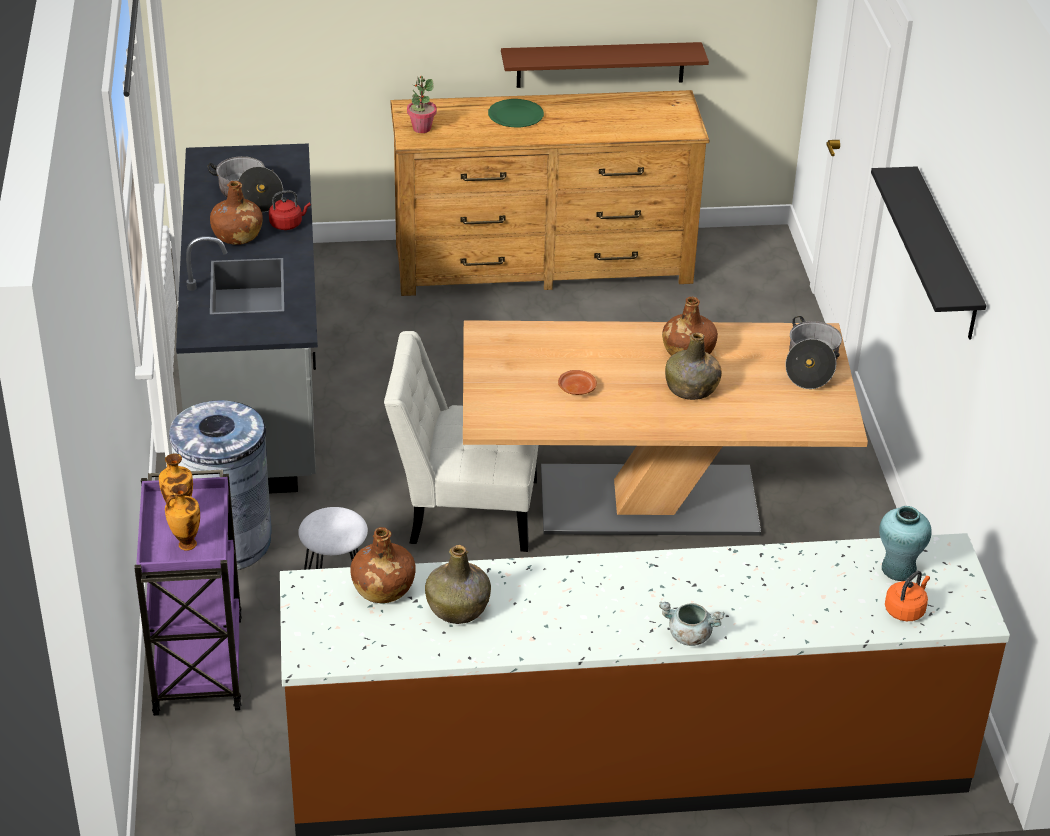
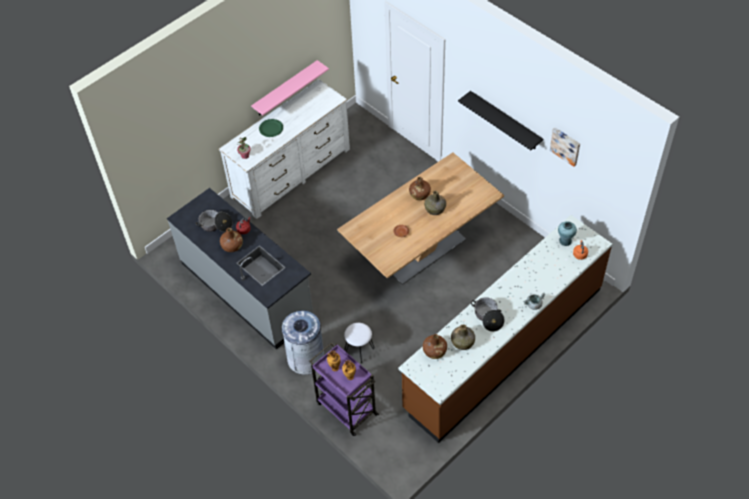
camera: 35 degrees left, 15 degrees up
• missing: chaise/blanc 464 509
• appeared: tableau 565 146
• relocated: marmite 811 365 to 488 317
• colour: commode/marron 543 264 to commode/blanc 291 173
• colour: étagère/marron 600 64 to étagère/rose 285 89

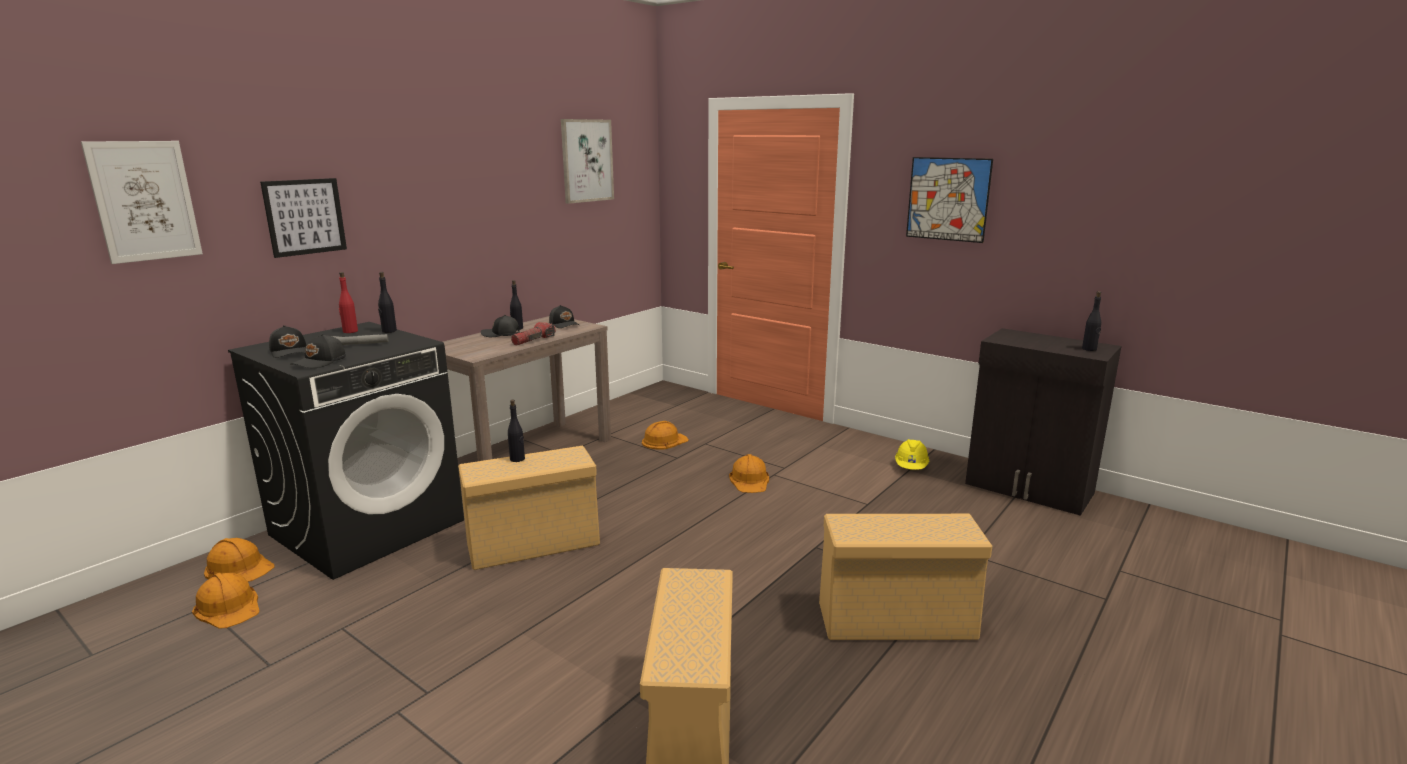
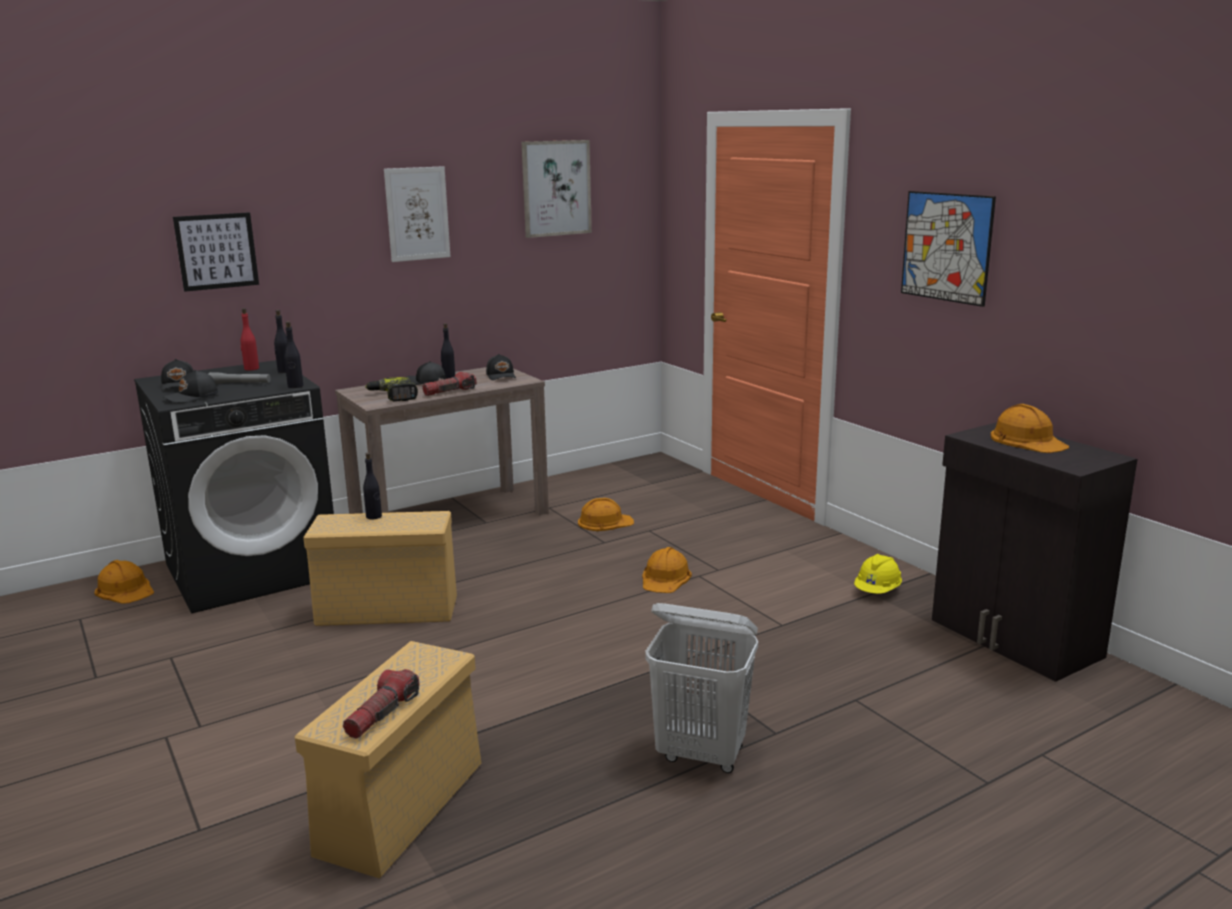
camera: 20 degrees right, 0 degrees up
• appeared: lampe de poche 382 714
• appeared: perceuse 393 396
• relocated: tableau 144 201 to 417 214
• relocated: casque de chantier/orange 228 606 to 1027 440
• relocated: bouteille/noir 1089 349 to 295 386
• exchanged: boîte de rangement/beige 898 620 to panier à linge/blanc 702 755

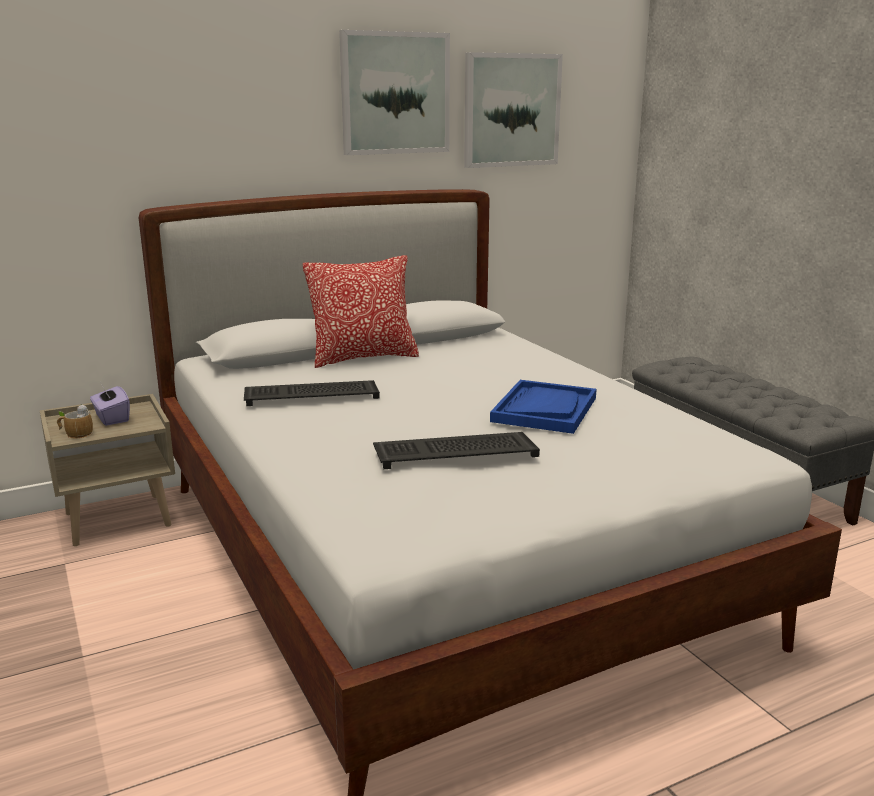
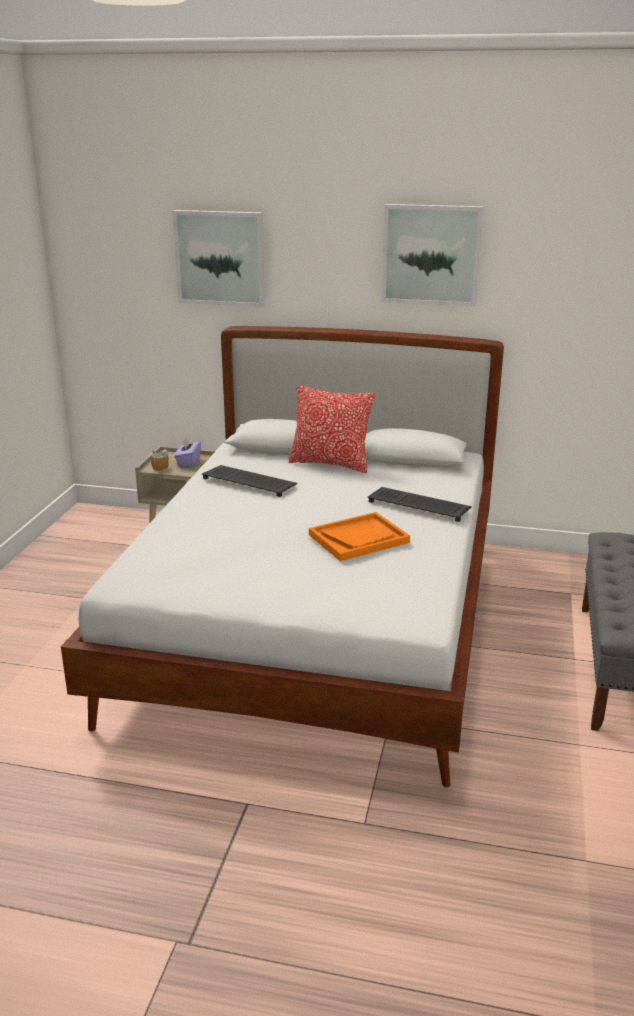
camera: 40 degrees right, 5 degrees up
• relocated: clavier 456 451 to 420 505
• relocated: tableau 511 110 to 220 258
• colour: plateau/bleu 544 409 to plateau/orange 359 538

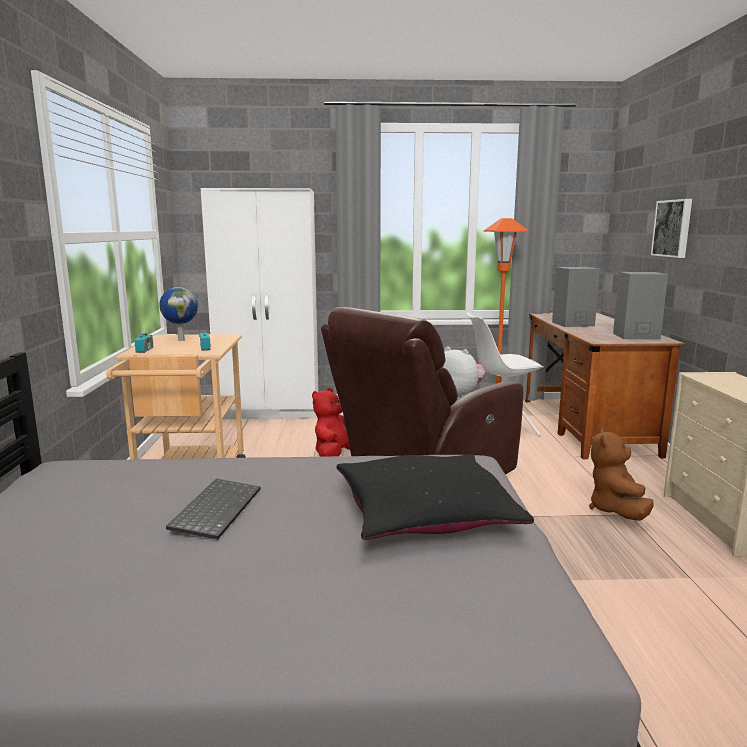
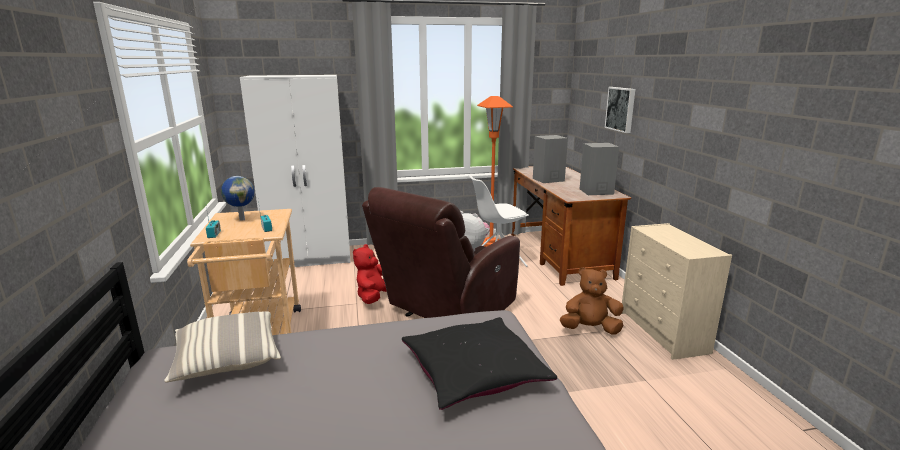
camera: 10 degrees left, 5 degrees up
• missing: clavier 215 509
• appeared: coussin 227 359
• spun: peluche/marron 616 510 = 590 329 90 degrees clockwise

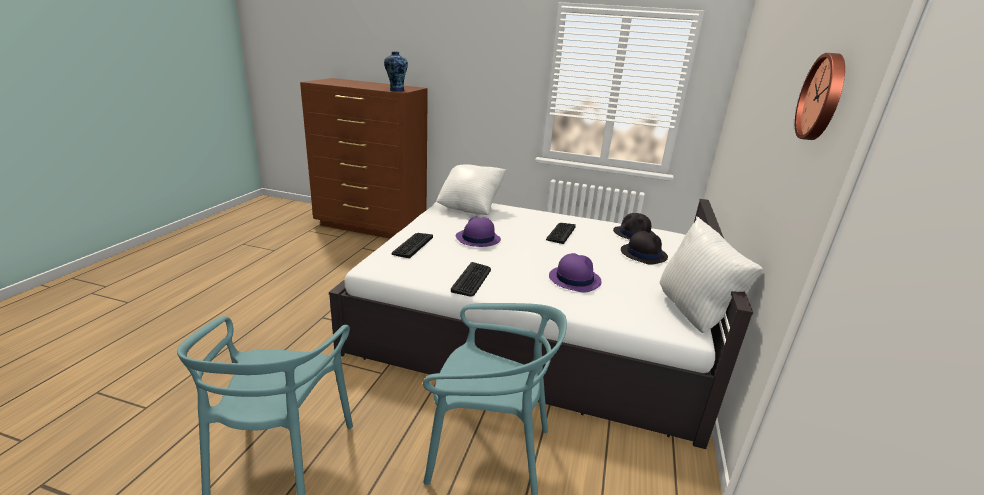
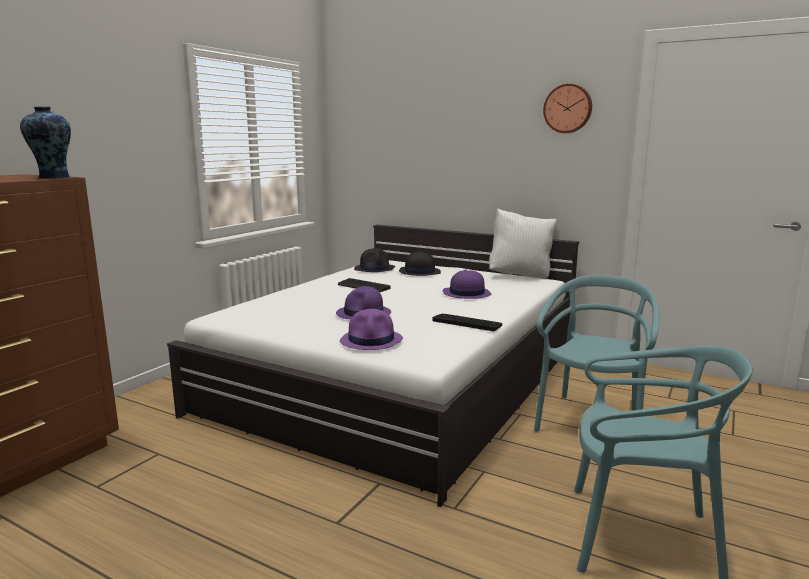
camera: 75 degrees left, 10 degrees down
• missing: coussin/blanc 470 207
• exchanged: clavier 412 245 to chapeau/violet 372 340

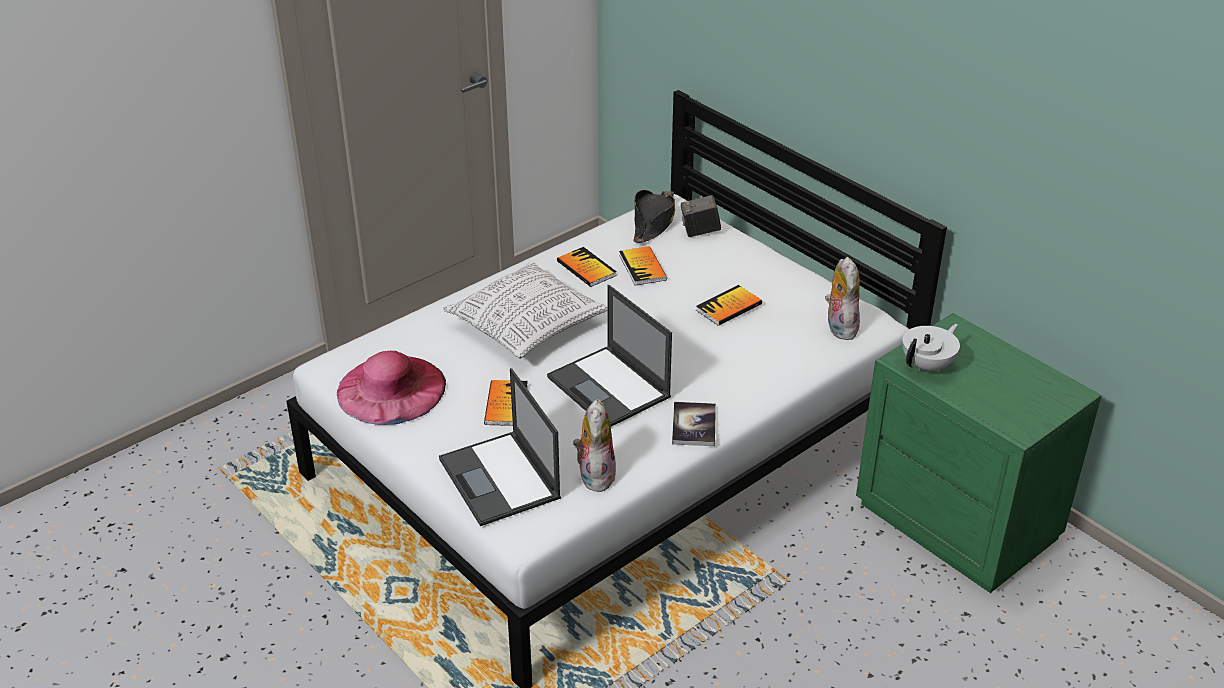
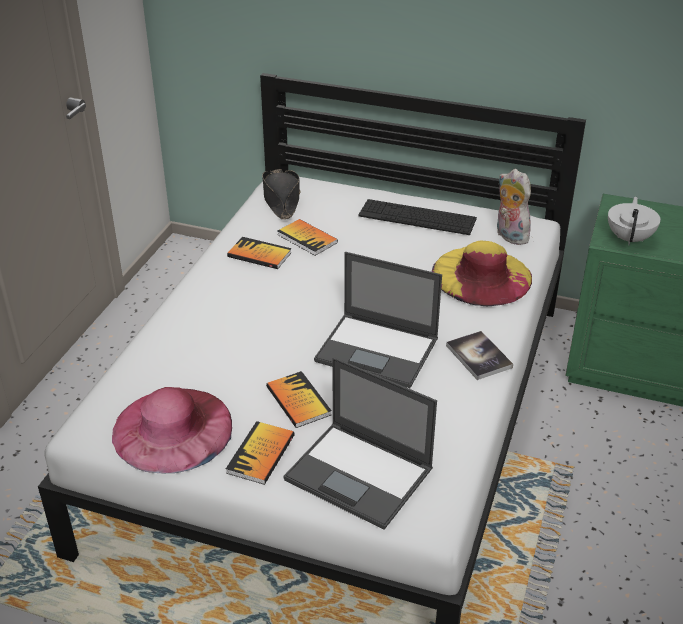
camera: 30 degrees left, 0 degrees up
• missing: coussin 526 326
• missing: peluche 594 474
• missing: appareil photo 700 231
• appeared: clavier 417 217
• appeared: chapeau/jaune 481 275
• relocated: livre 728 307 to 261 454

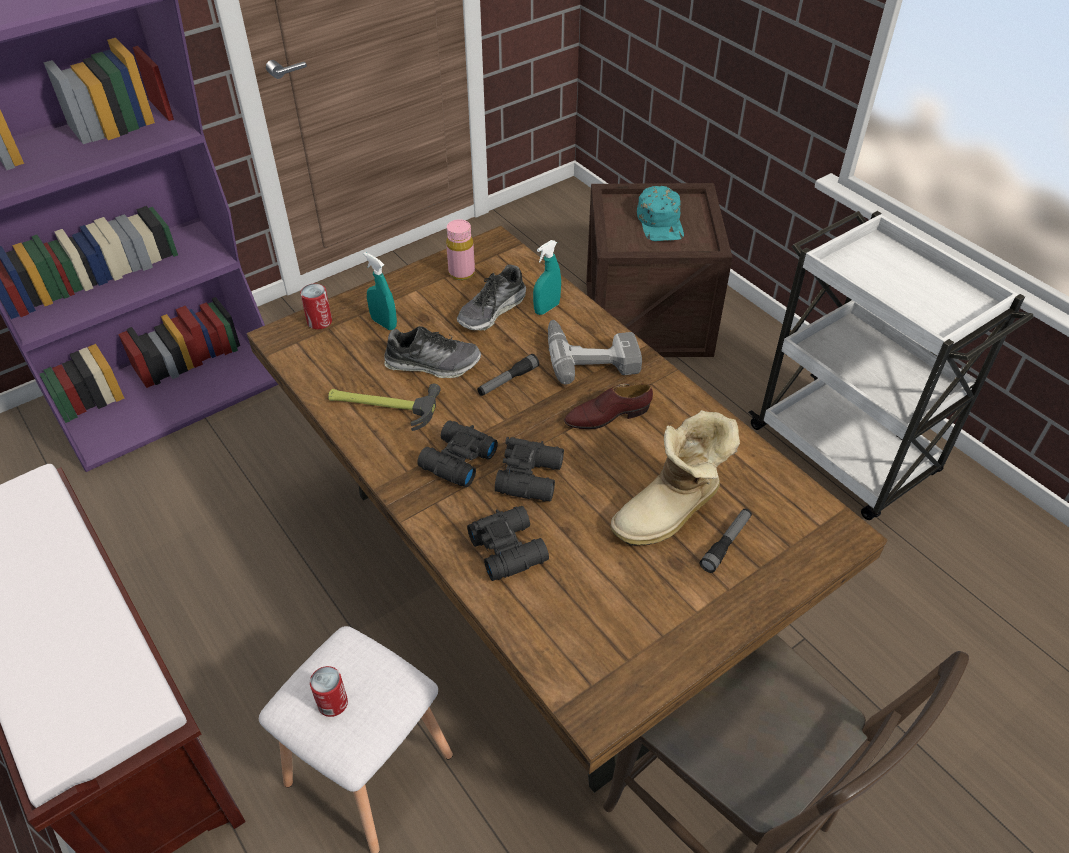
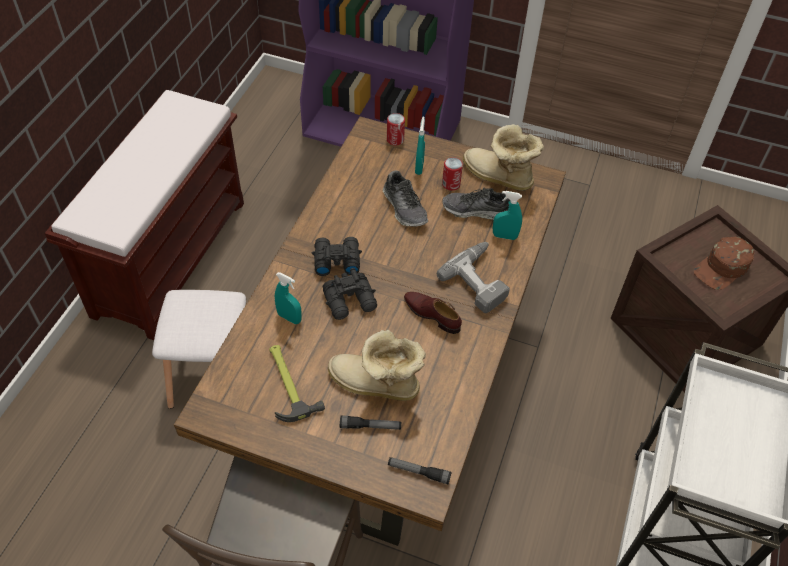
camera: 55 degrees right, 5 degrees up
• relocated: boîte métallique 332 703 to 451 184
• relocated: marteau 381 405 to 288 383
• relocated: lampe de poche 508 380 to 418 472
• exchanged: bouteille/rose 461 273 to botte 498 178
• exchanged: jumelles/noir 509 548 to vaporisateur/turquoise 289 318
• colour: casquette/turquoise 661 222 to casquette/marron 722 268

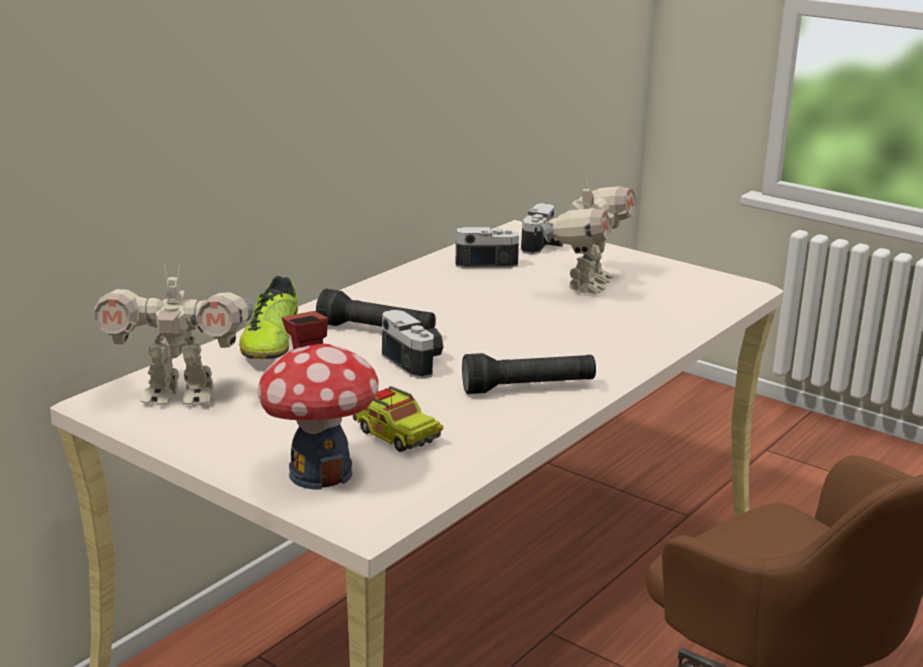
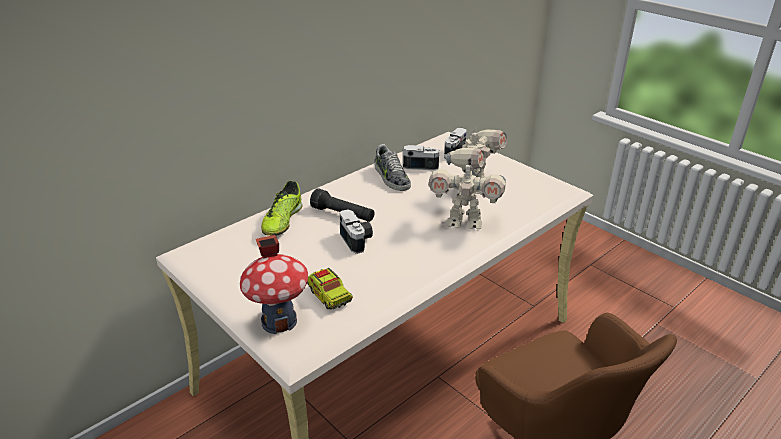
camera: 10 degrees right, 10 degrees up
• missing: lampe de poche/noir 528 388
• appeared: chaussure 391 178
• relocated: robot jouet 180 396 to 464 222

